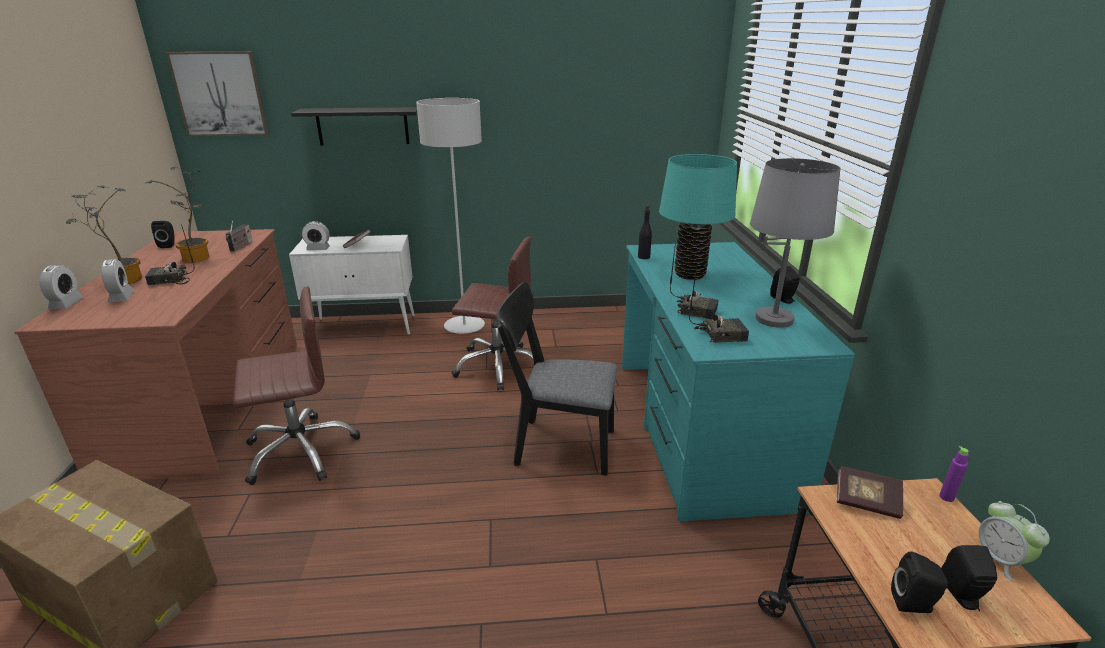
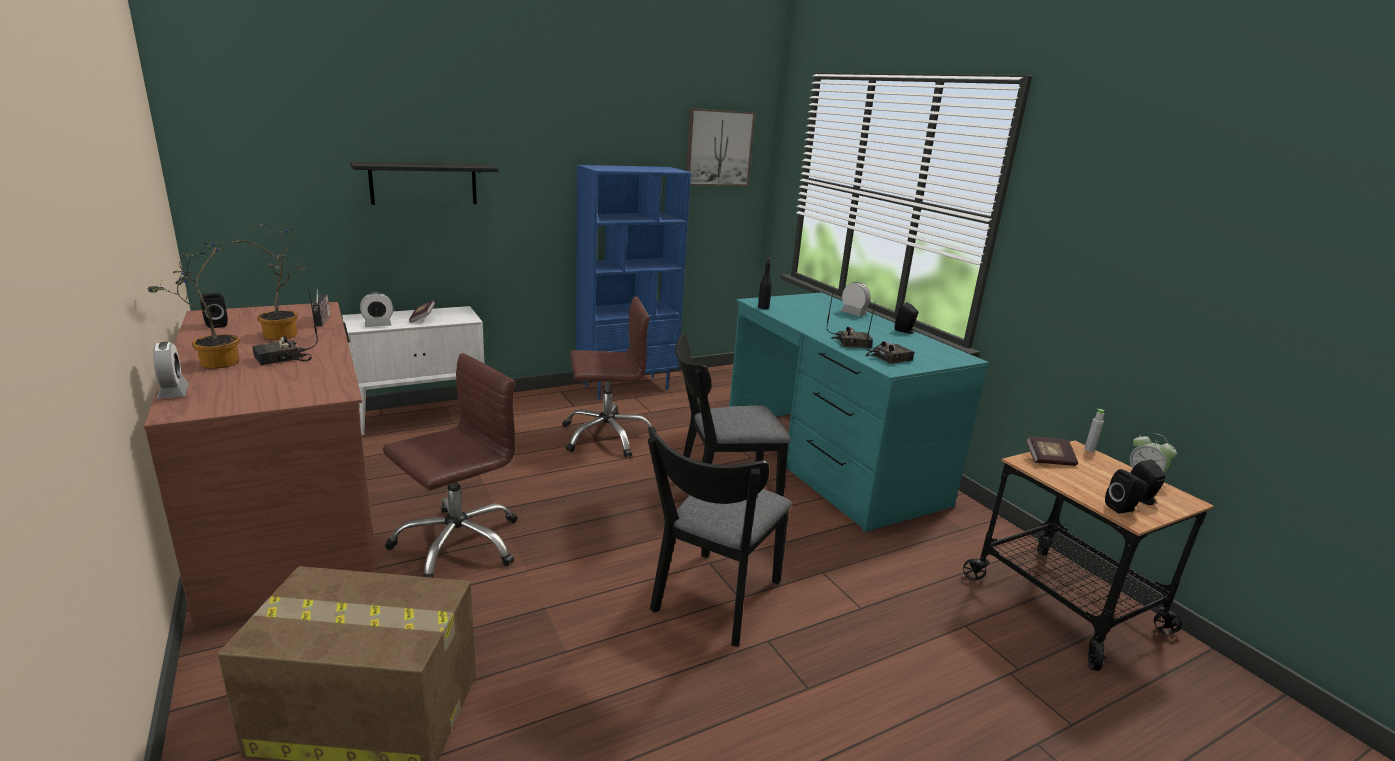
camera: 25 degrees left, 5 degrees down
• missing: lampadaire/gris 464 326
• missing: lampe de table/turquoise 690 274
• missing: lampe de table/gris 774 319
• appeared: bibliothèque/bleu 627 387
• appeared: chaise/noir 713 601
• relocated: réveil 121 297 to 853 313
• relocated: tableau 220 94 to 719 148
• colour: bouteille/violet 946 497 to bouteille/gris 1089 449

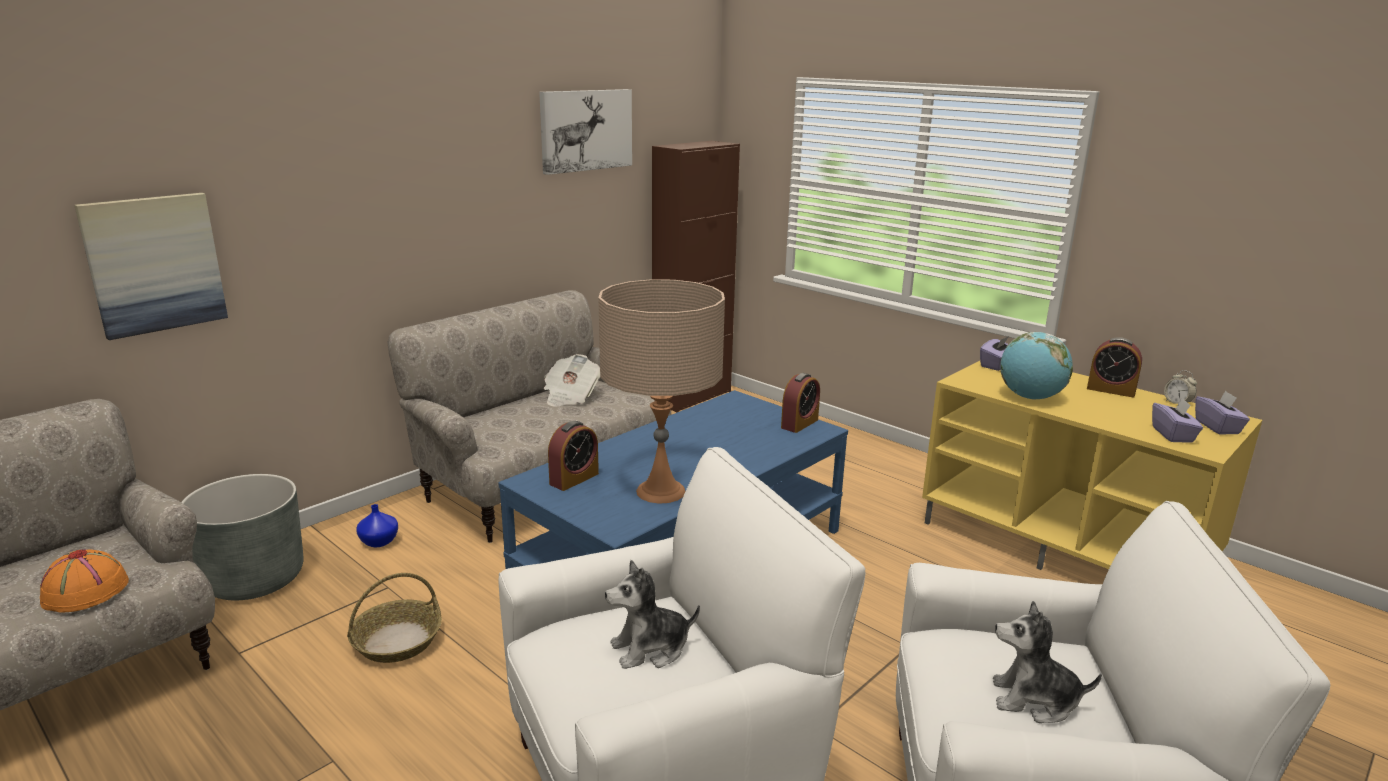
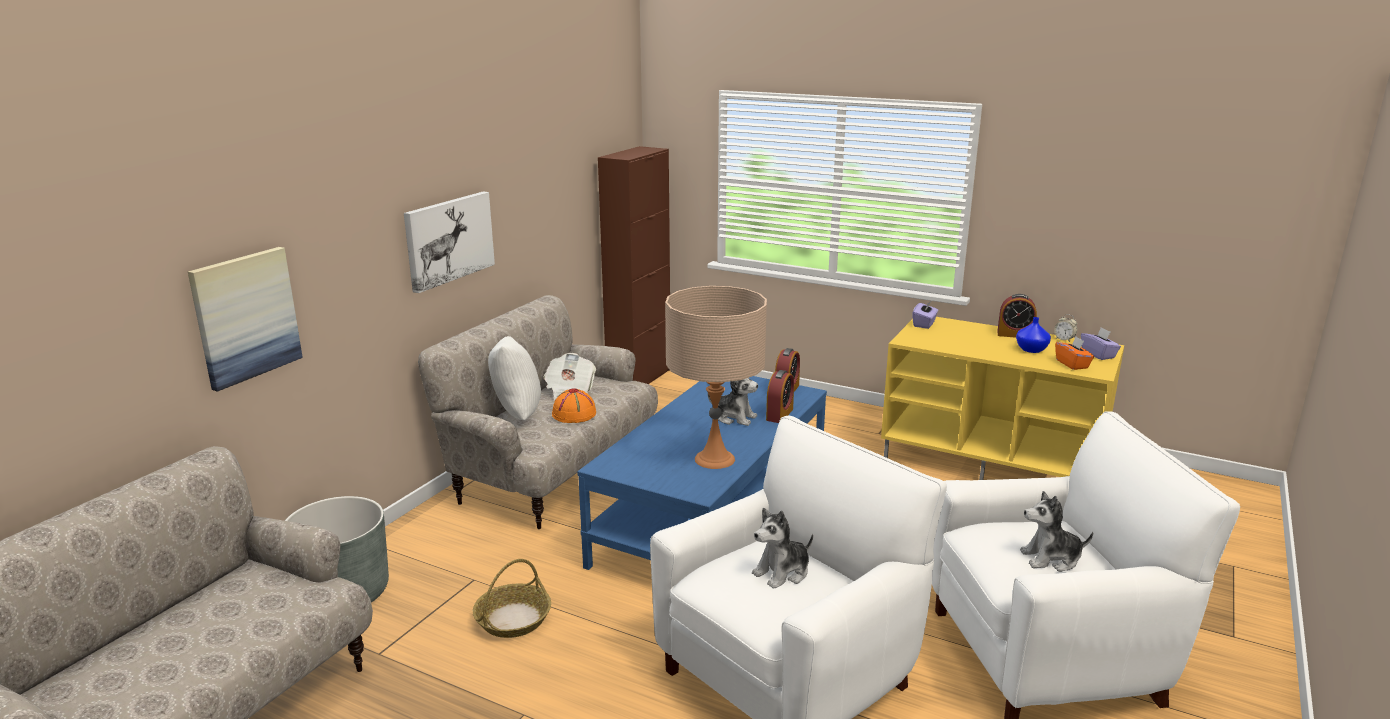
camera: 15 degrees left, 0 degrees up
• missing: globe 1030 397
• appeared: coussin/blanc 515 414
• appeared: peluche 734 417
• relocated: chapeau/orange 85 592 to 574 414
• relocated: vase/bleu 379 541 to 1030 349
• relocated: tableau 585 130 to 449 240
• relocated: réveil 574 479 to 779 414
• colour: boîte à mouchoirs/violet 1173 435 to boîte à mouchoirs/orange 1072 364

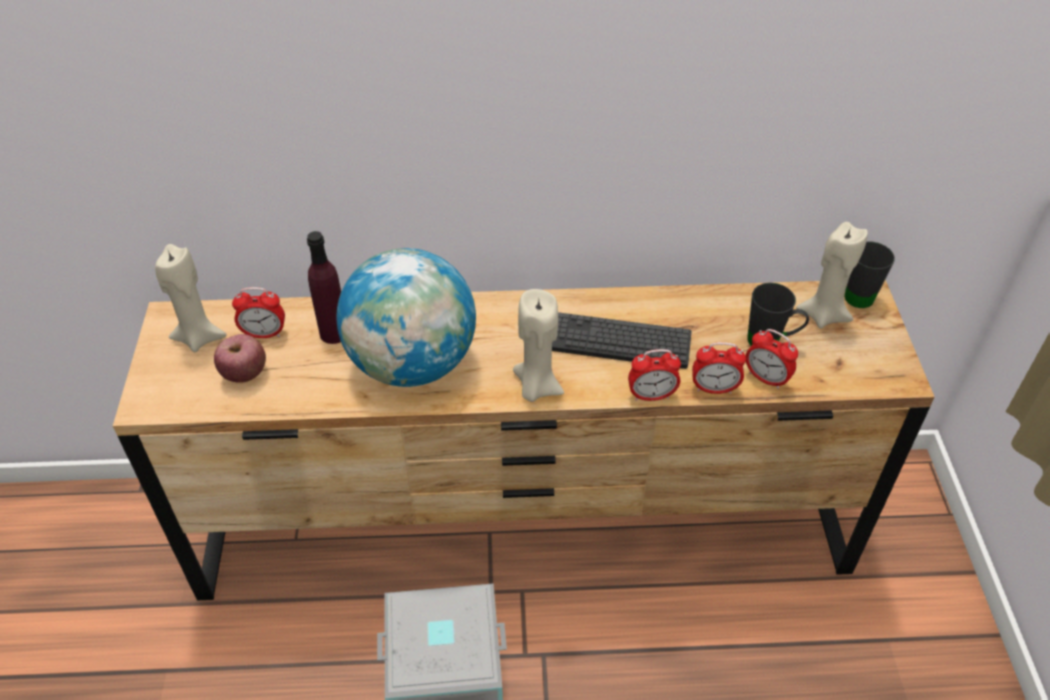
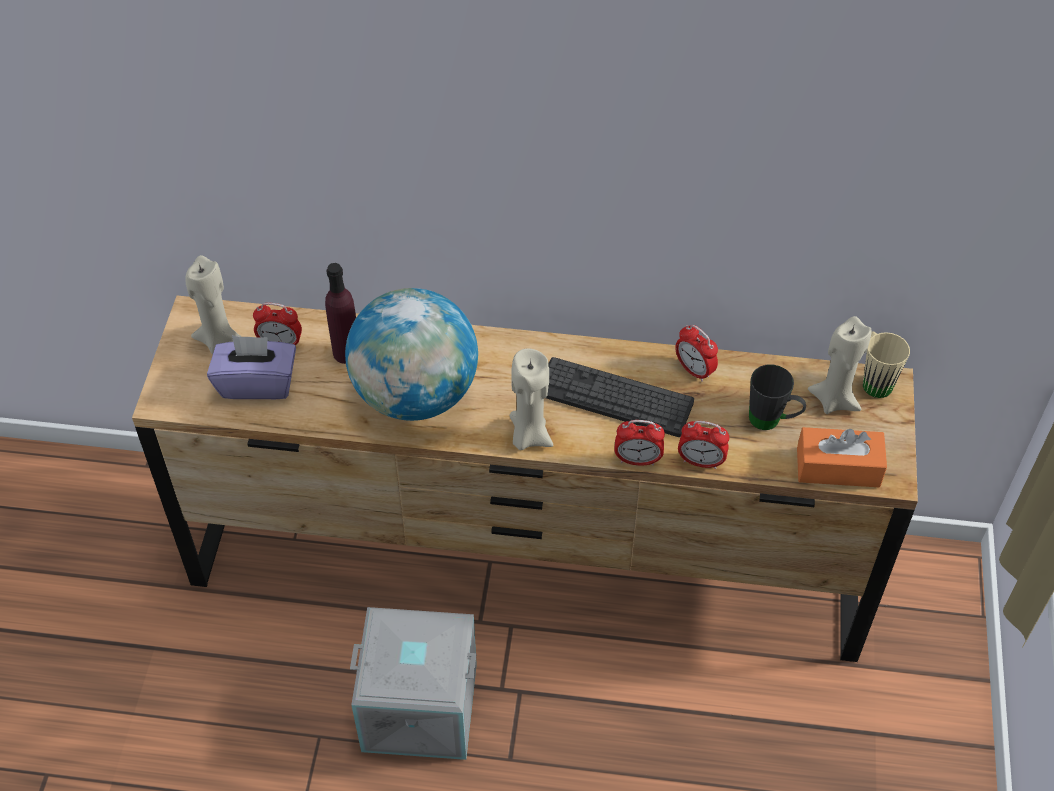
camera: 10 degrees right, 5 degrees up
• appeared: boîte à mouchoirs/orange 838 467
• relocated: réveil 766 378 to 694 370
• exchanged: pomme 245 374 to boîte à mouchoirs/violet 257 383
• colour: mug/noir 853 293 to mug/beige 873 380

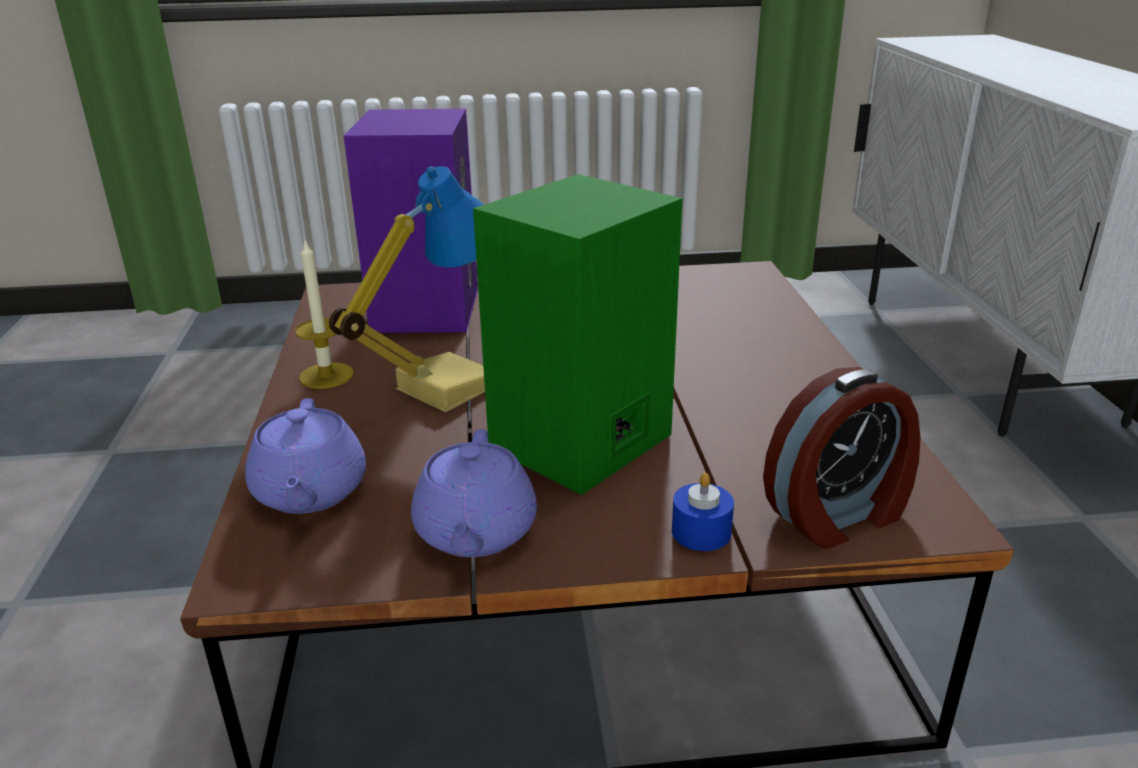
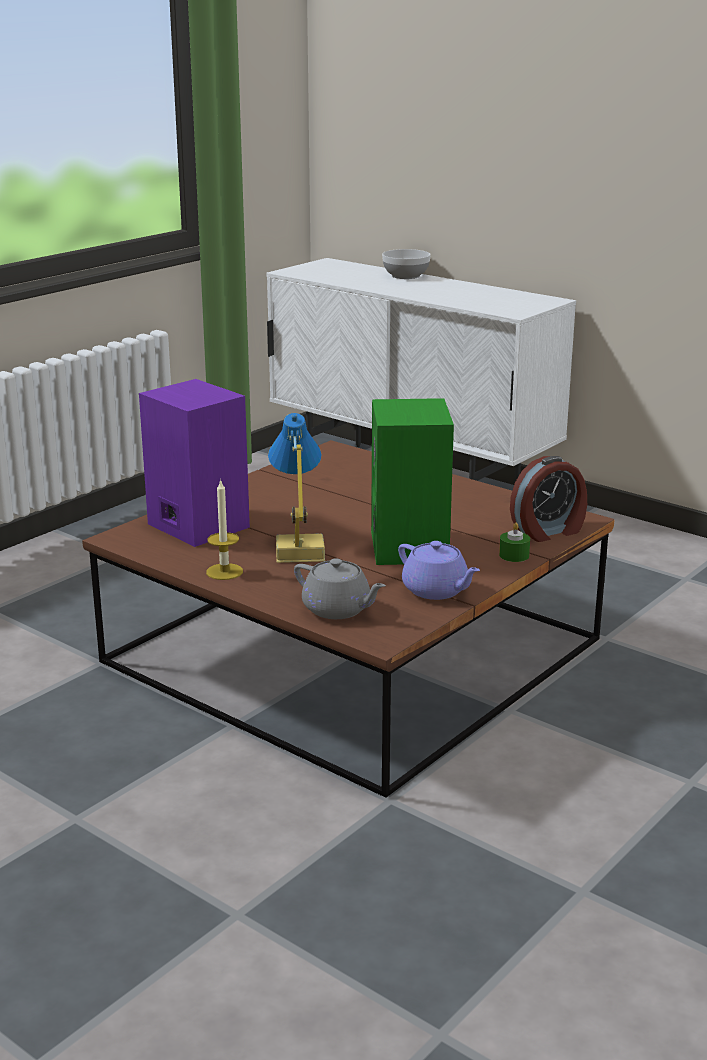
camera: 45 degrees left, 5 degrees down
• appeared: bol 406 276
• colour: théière/violet 310 492 to théière/gris 338 609
• colour: bougie/bleu 701 532 to bougie/vert 514 555
• spun: réveil 839 515 = 548 531 45 degrees clockwise

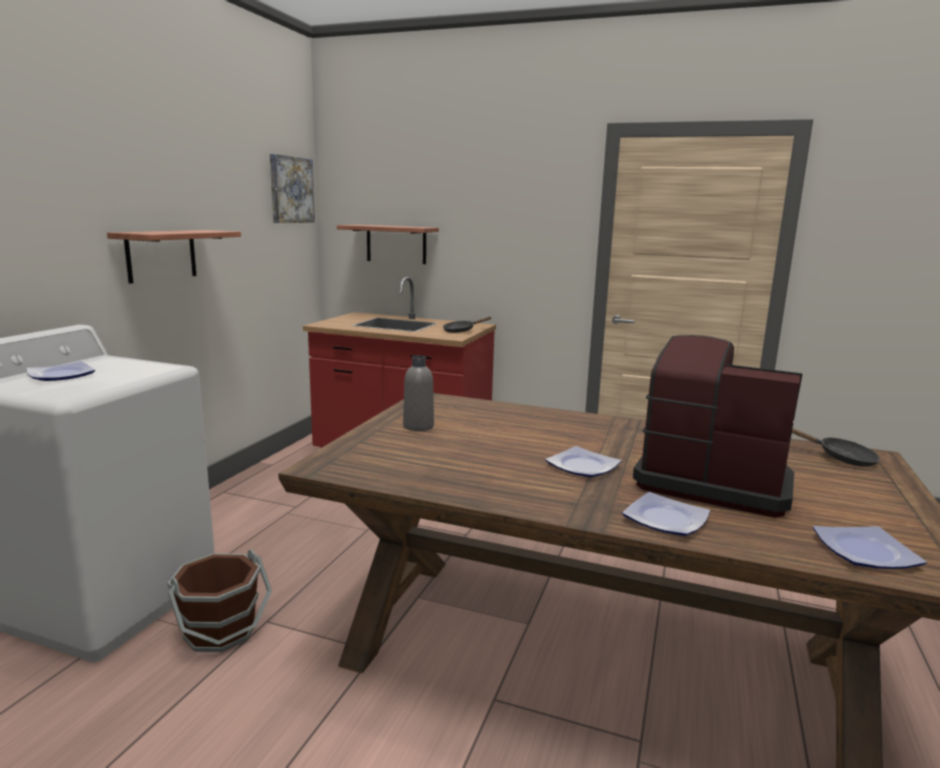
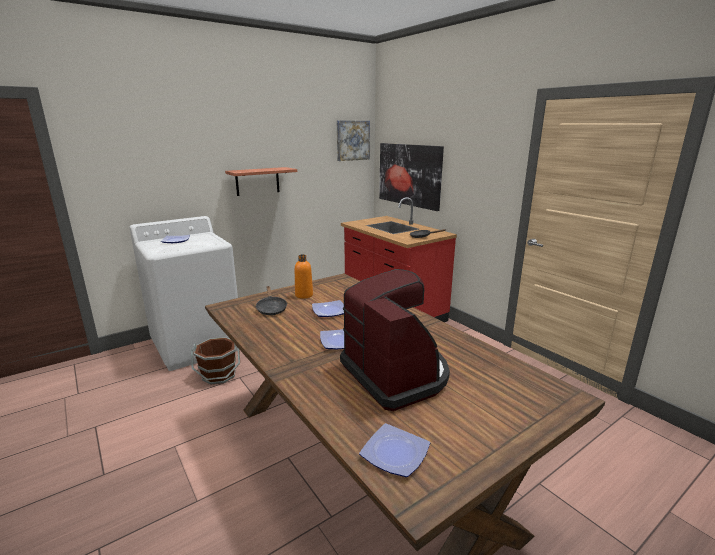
camera: 35 degrees right, 5 degrees up
• relocated: assiette 664 519 to 330 311
• relocated: poêle/noir 840 458 to 271 308
• exchanged: étagère 396 244 to tableau 409 175
• colour: bouteille/gris 418 426 to bouteille/orange 304 295

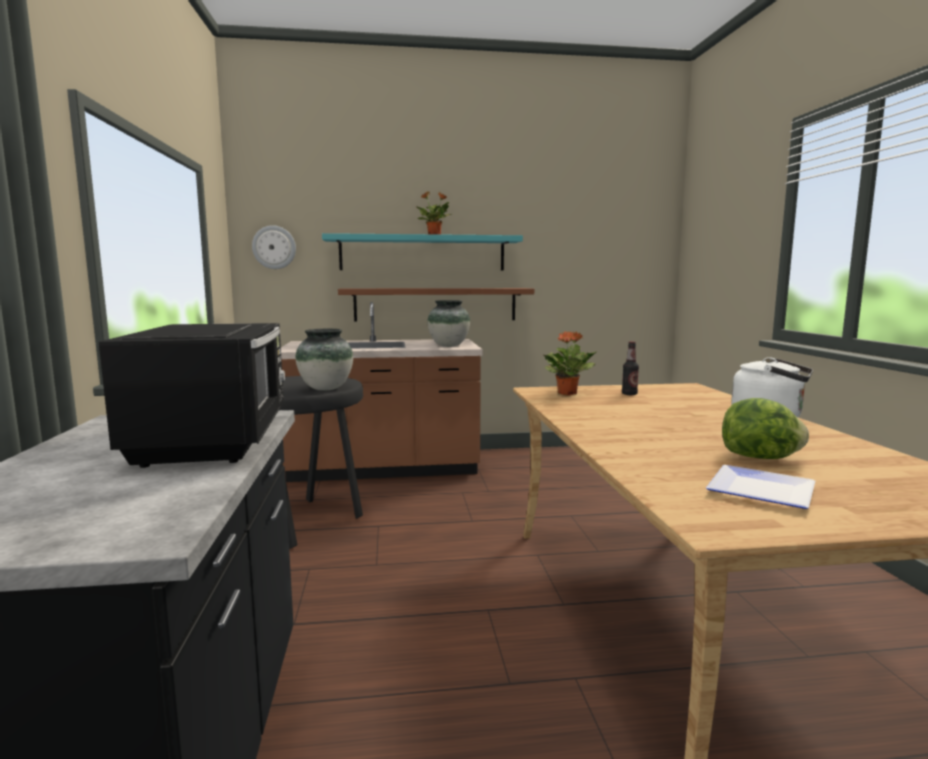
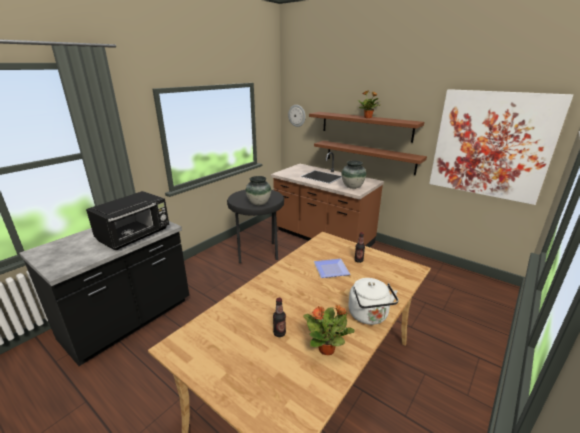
camera: 45 degrees right, 15 degrees up
• appeared: tableau 491 145
• relocated: plante en pot 567 393 to 327 349
• relocated: assiette 756 491 to 330 269
• exchanged: laitue 760 458 to bouteille 279 333
• colour: étagère/turquoise 422 253 to étagère/marron 365 126

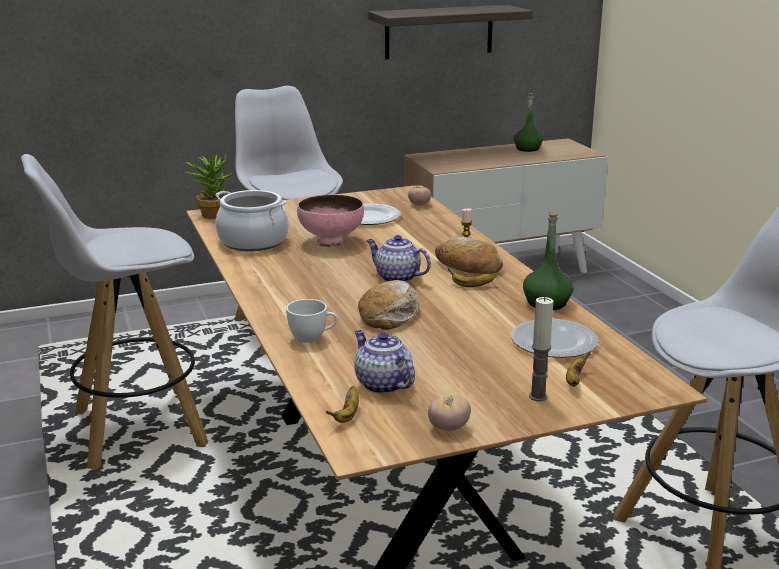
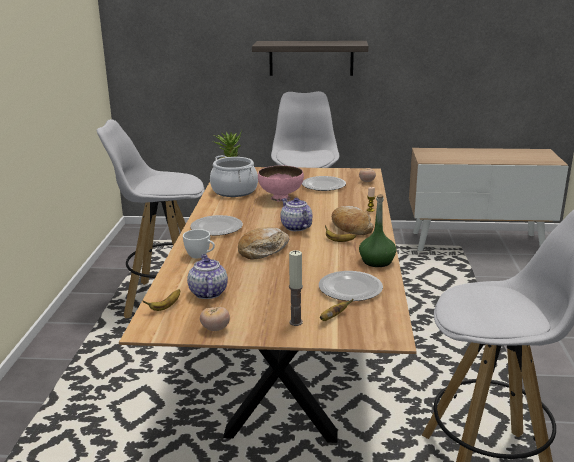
camera: 25 degrees right, 0 degrees up
• missing: bouteille/vert 527 149
• appeared: assiette 216 228
• relocated: étagère 439 32 to 311 58

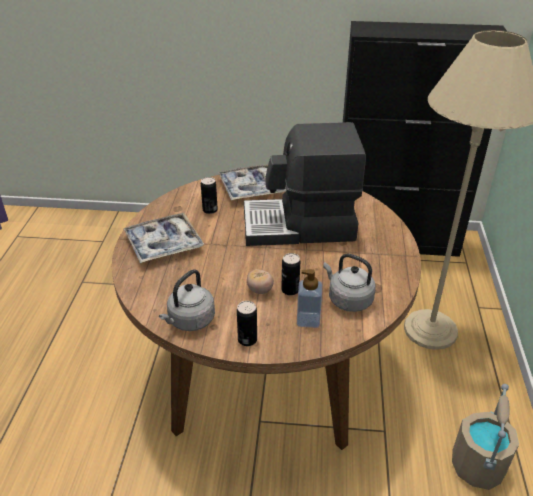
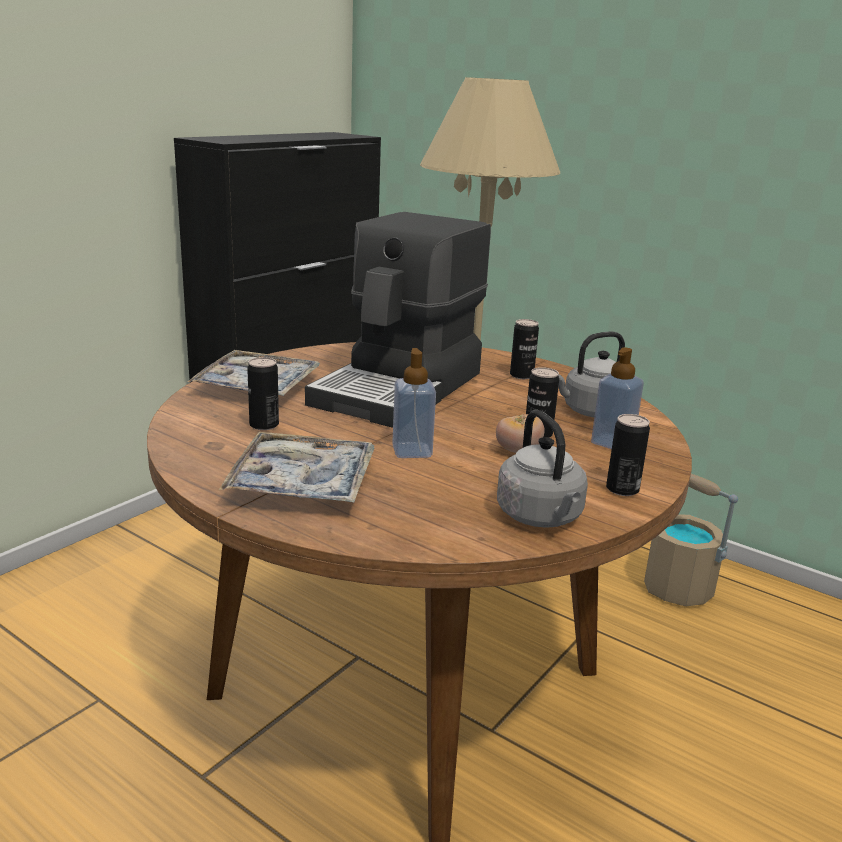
camera: 60 degrees left, 15 degrees down
• appeared: distributeur de savon 412 451
• appeared: boîte métallique 521 375

